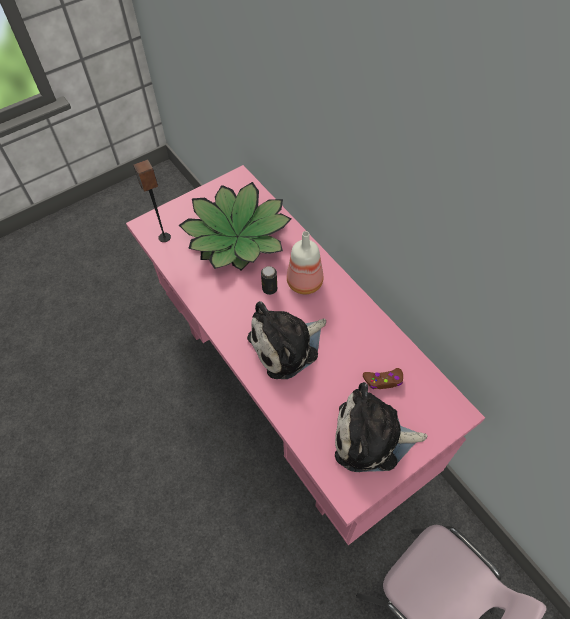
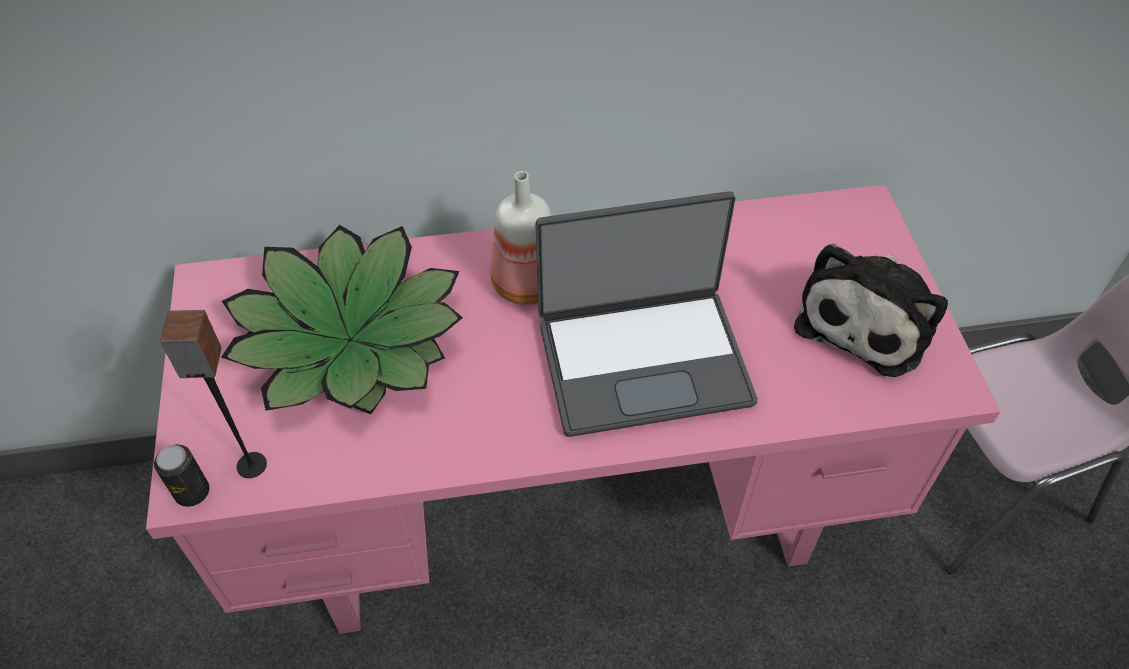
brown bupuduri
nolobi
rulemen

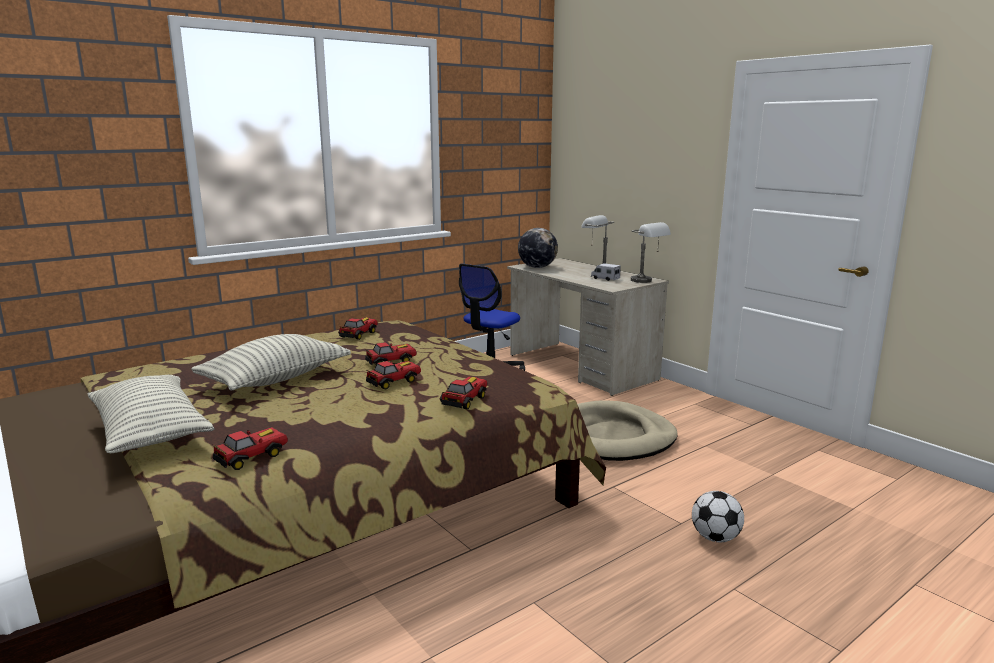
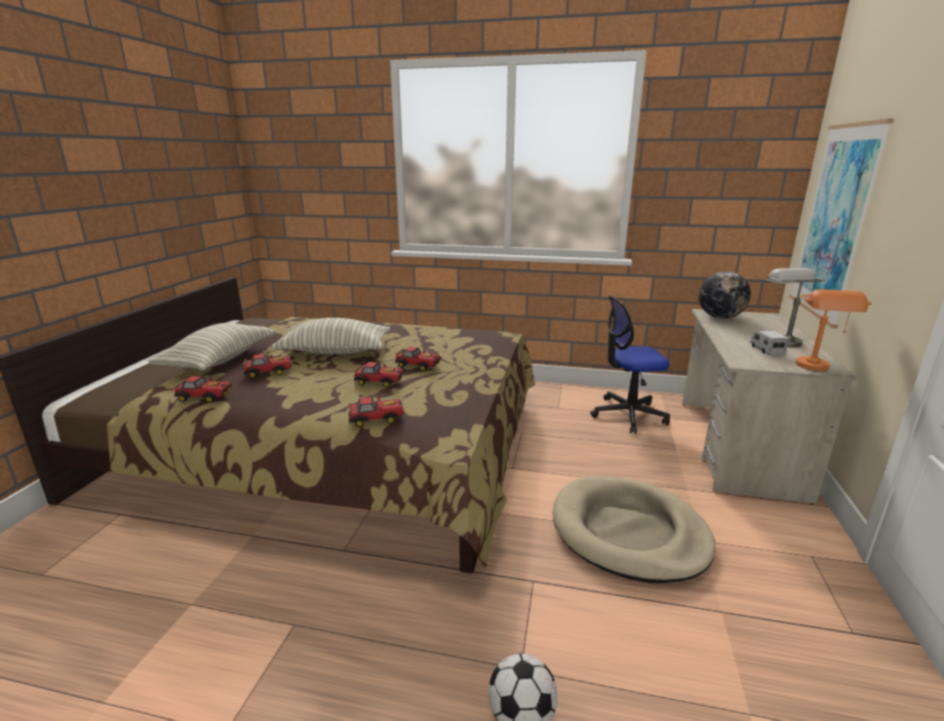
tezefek
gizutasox (no. 2 from left)
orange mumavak

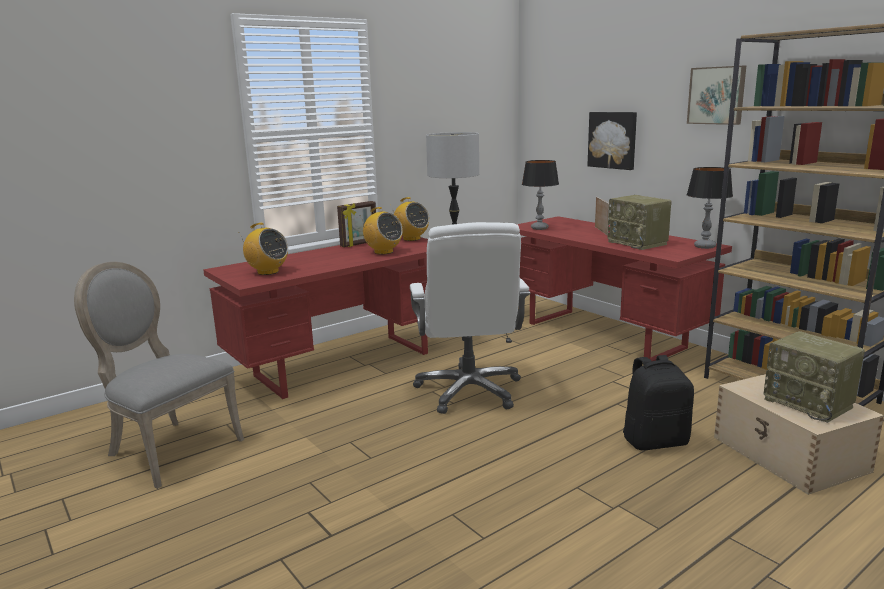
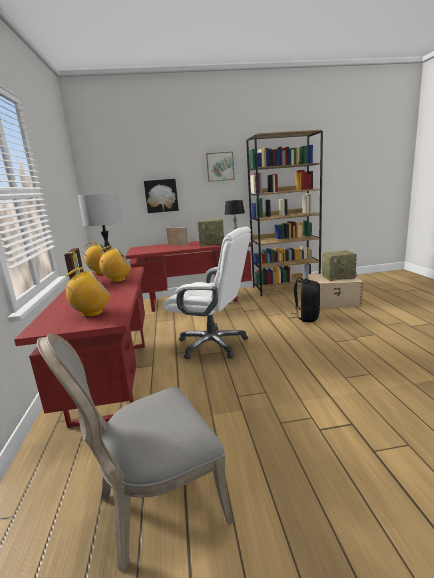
mumavak (no. 1 from left in the first image)

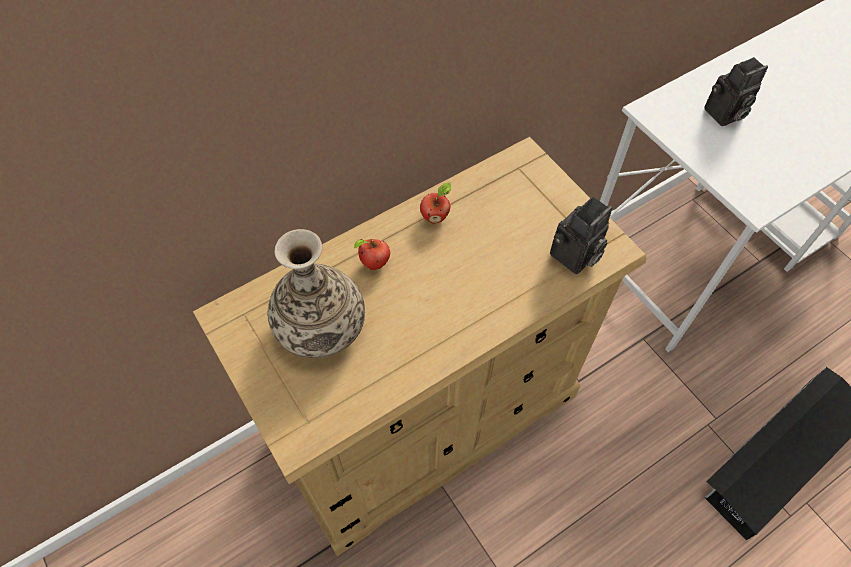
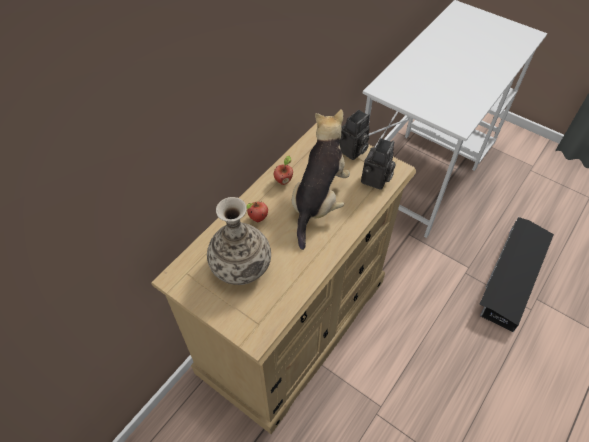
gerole
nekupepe (no. 1 from left)

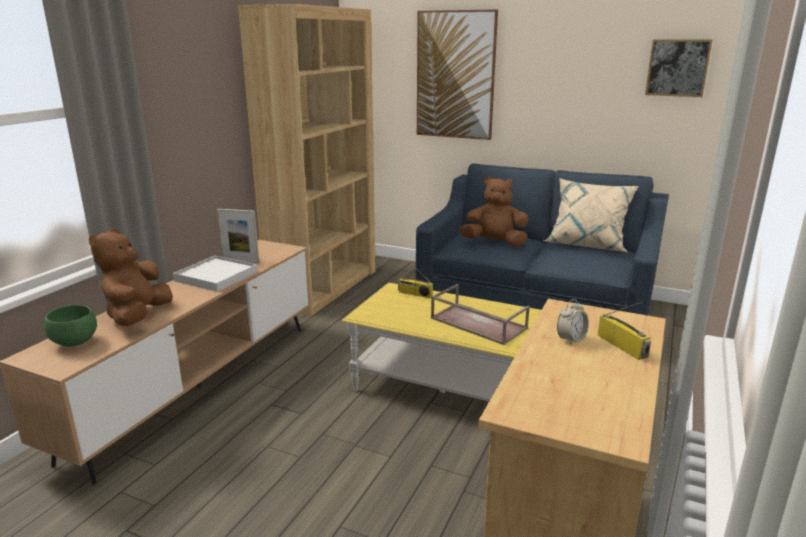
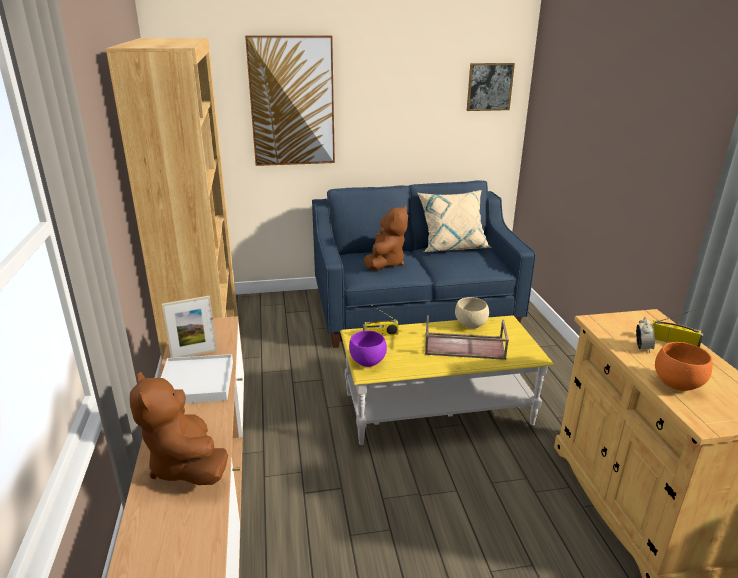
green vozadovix
purple vozadovix
beige vozadovix
orange vozadovix
brown gerole (no. 2 from left)

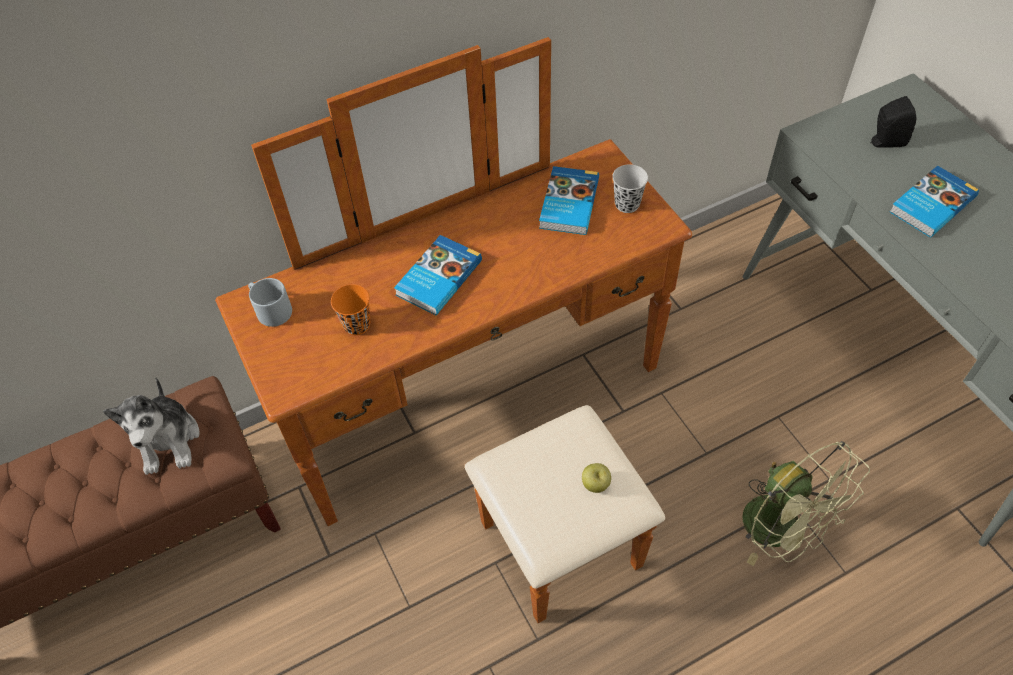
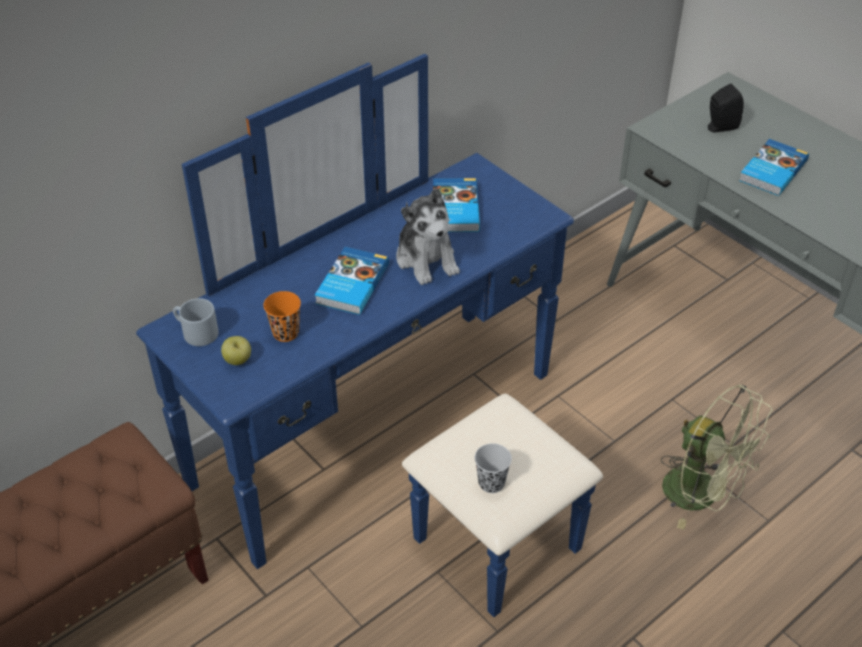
gerole
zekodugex
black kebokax
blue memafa

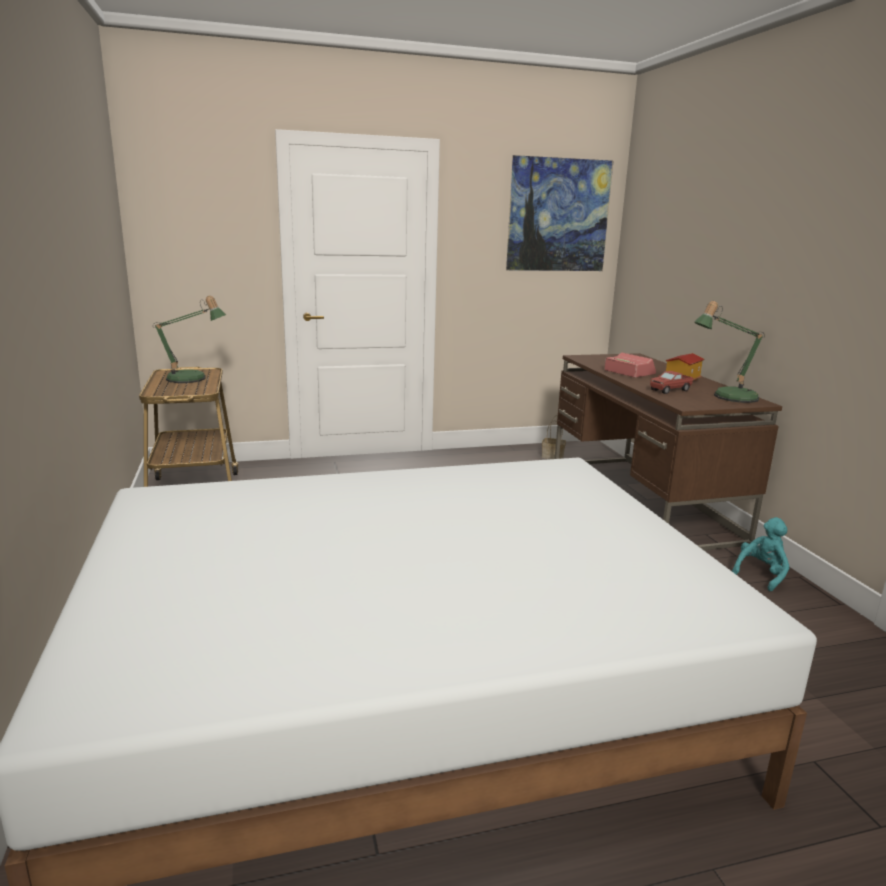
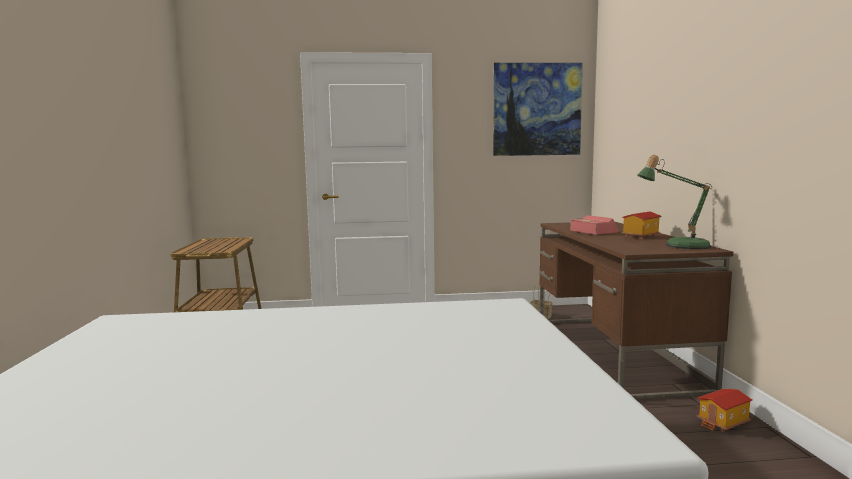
mumavak (no. 1 from left in the first image)
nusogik
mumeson (no. 2 from left)

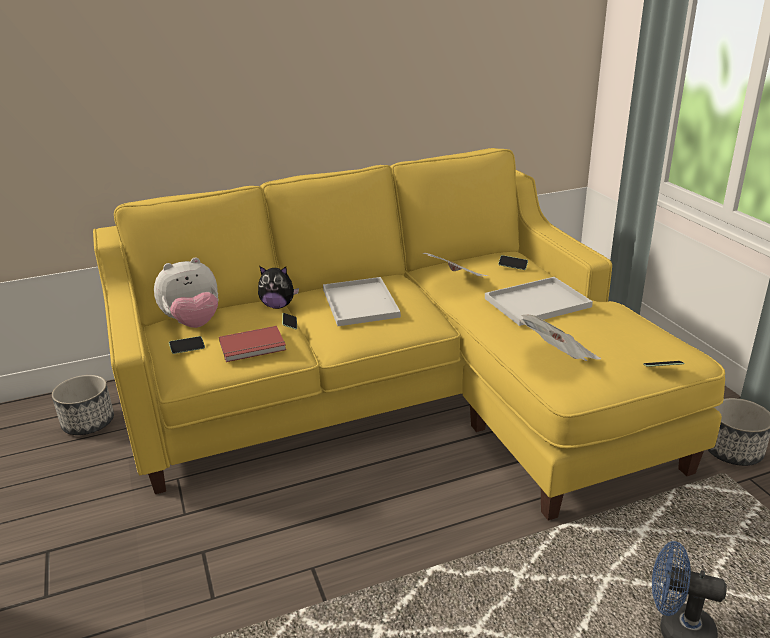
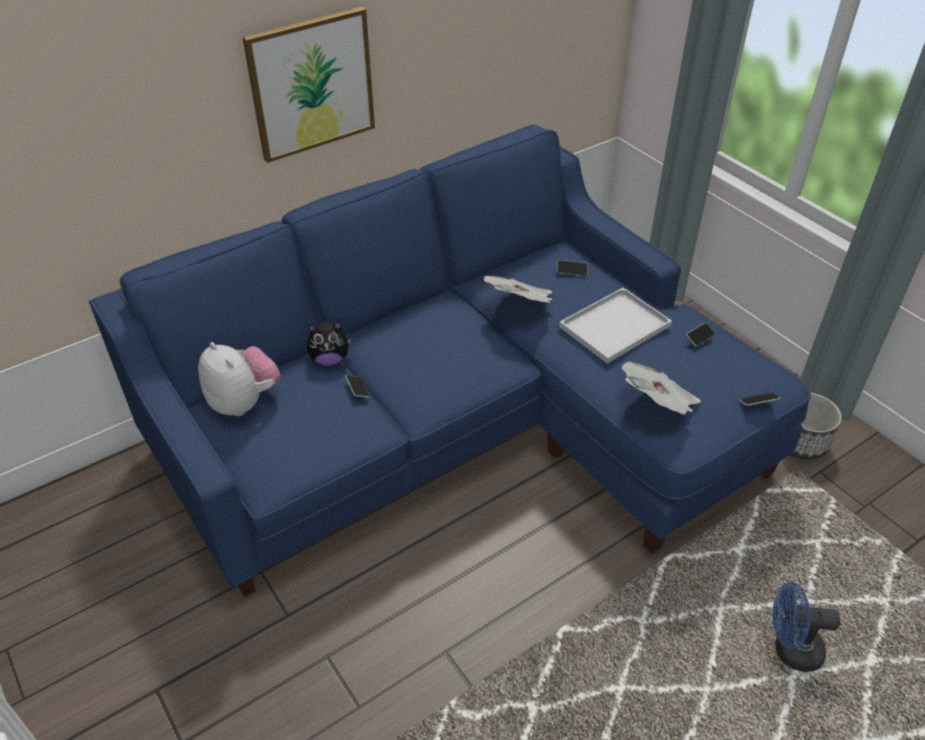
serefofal (no. 1 from left in the first image)
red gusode
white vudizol (no. 1 from left in the first image)
tezefek
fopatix (no. 3 from left)
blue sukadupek
gerole (no. 1 from left)

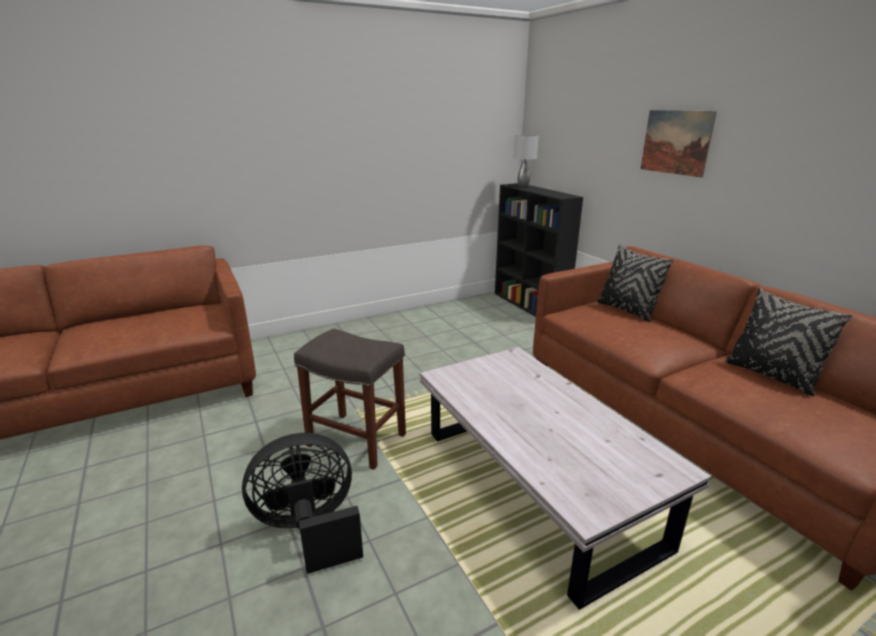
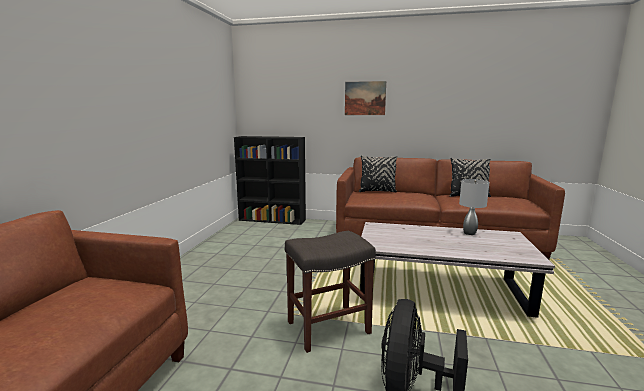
grey mumavak

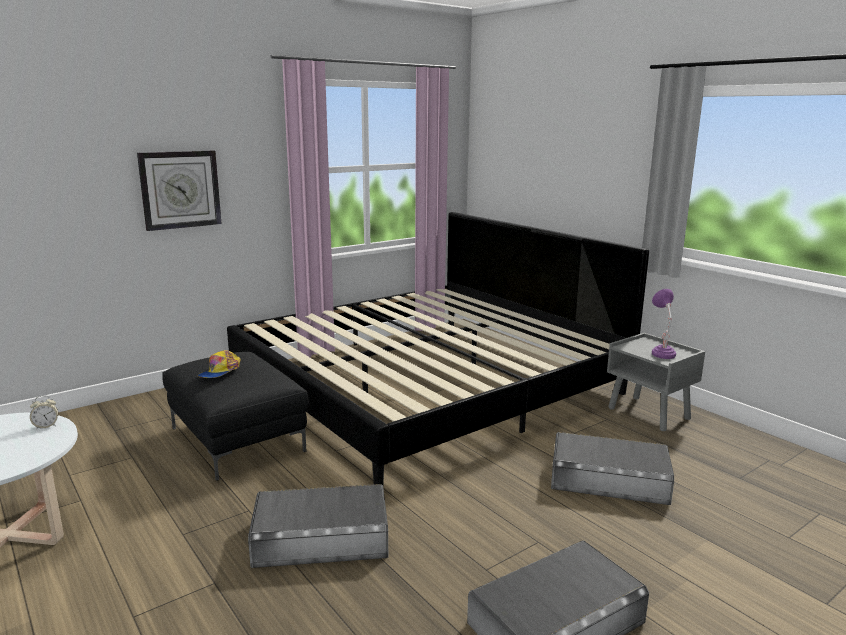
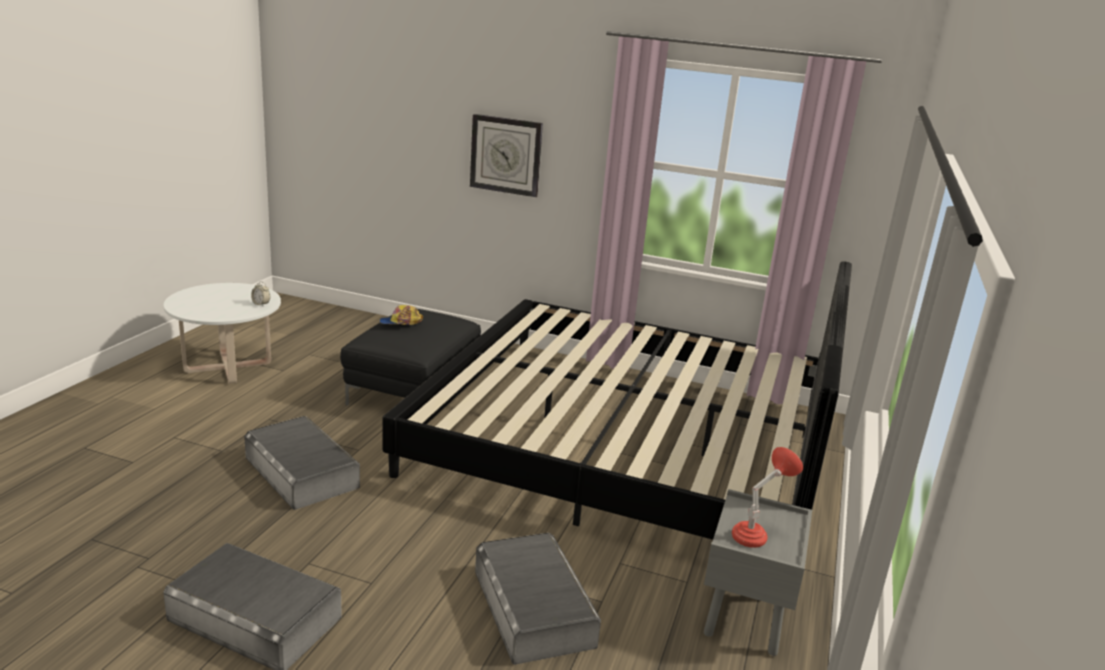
red mumavak

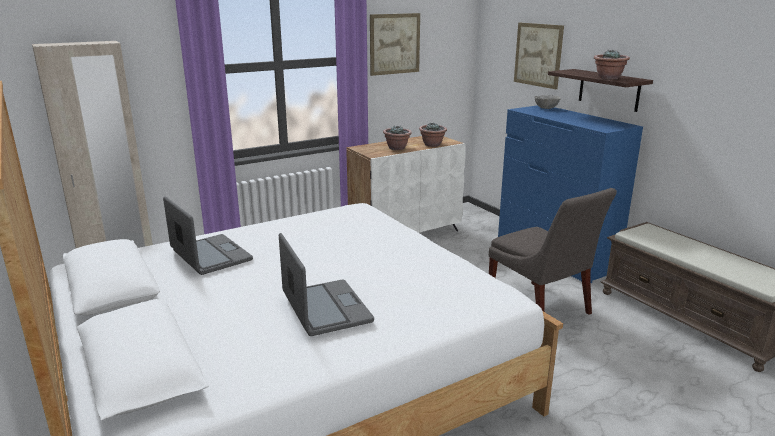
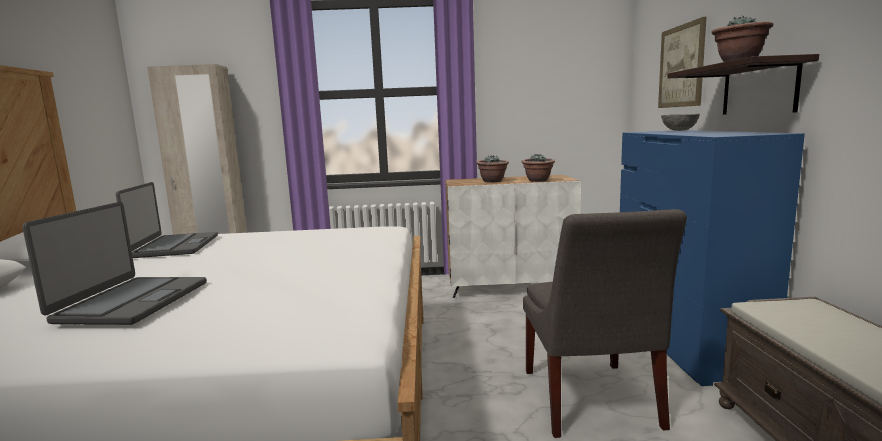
tezefek (no. 1 from left in the first image)

